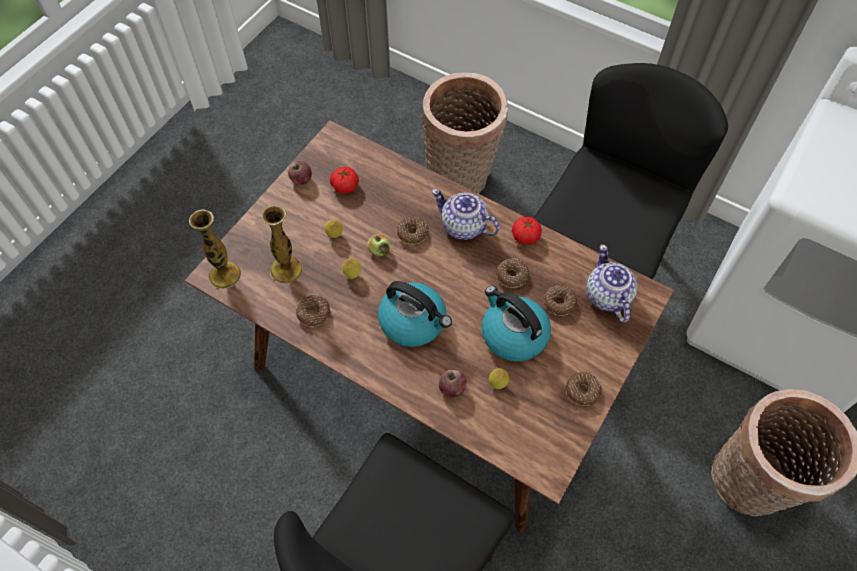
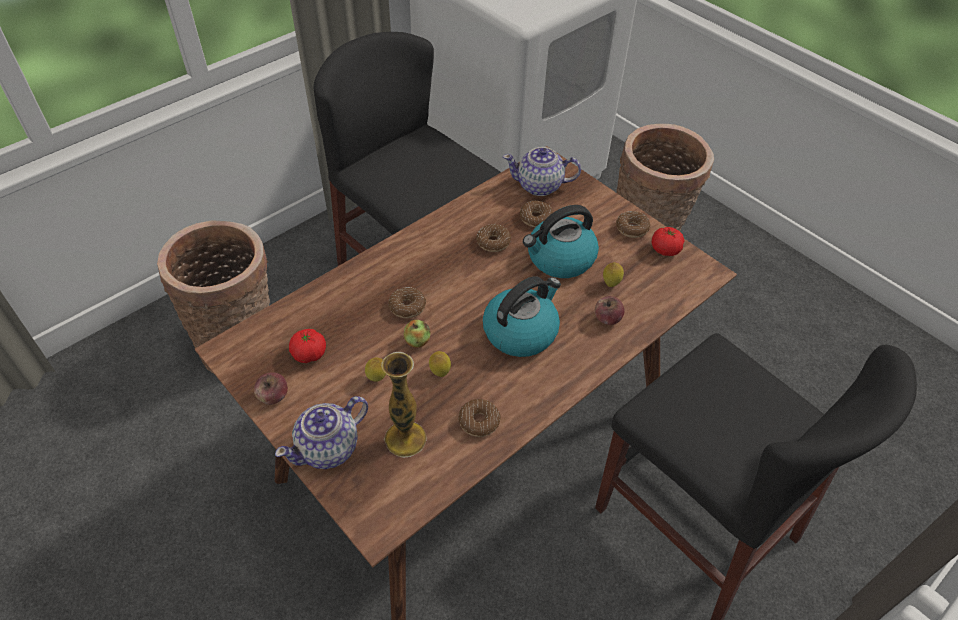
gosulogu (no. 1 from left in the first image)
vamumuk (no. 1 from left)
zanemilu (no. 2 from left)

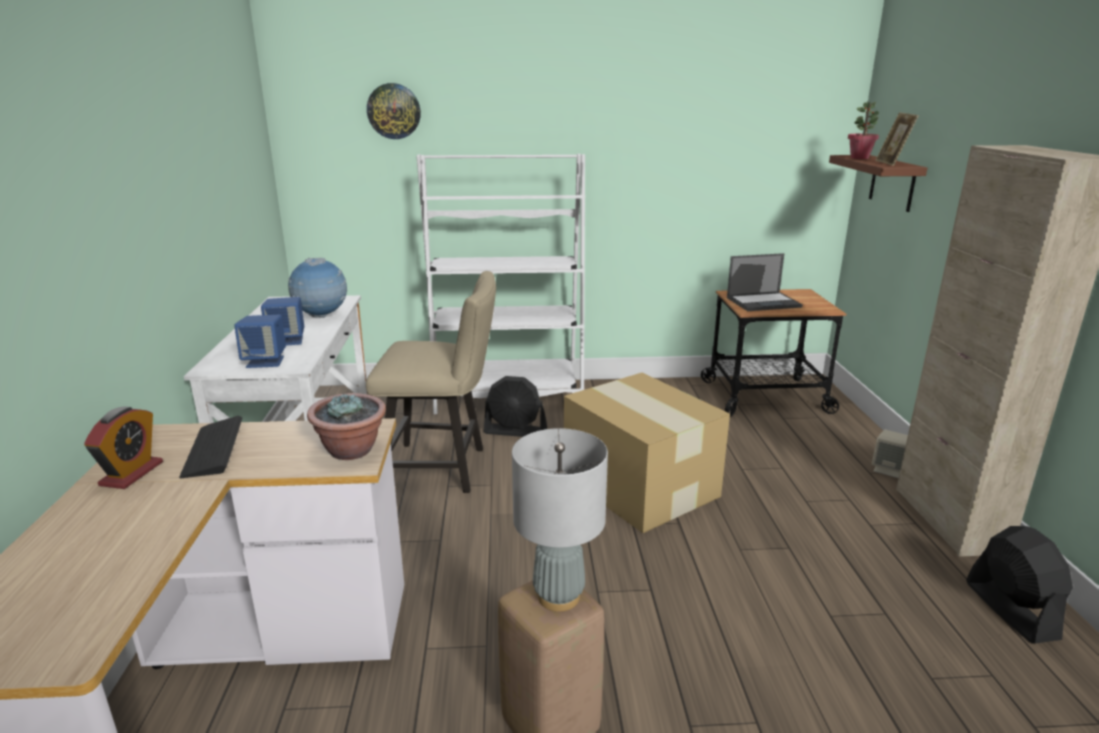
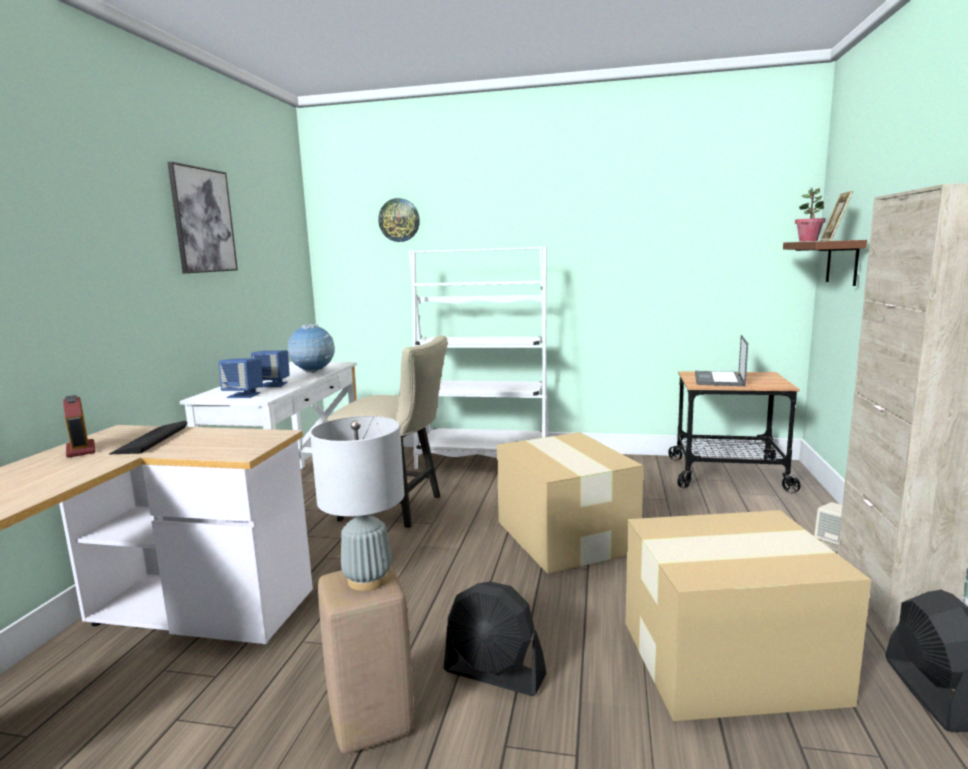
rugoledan (no. 1 from left in the first image)
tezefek
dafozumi (no. 2 from left)
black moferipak (no. 1 from left)
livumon
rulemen

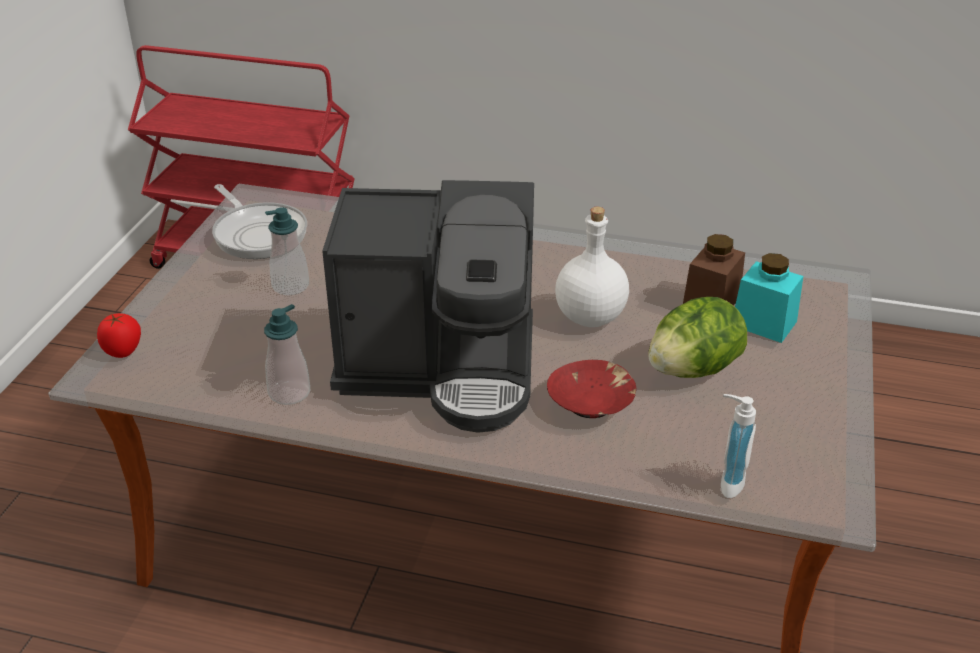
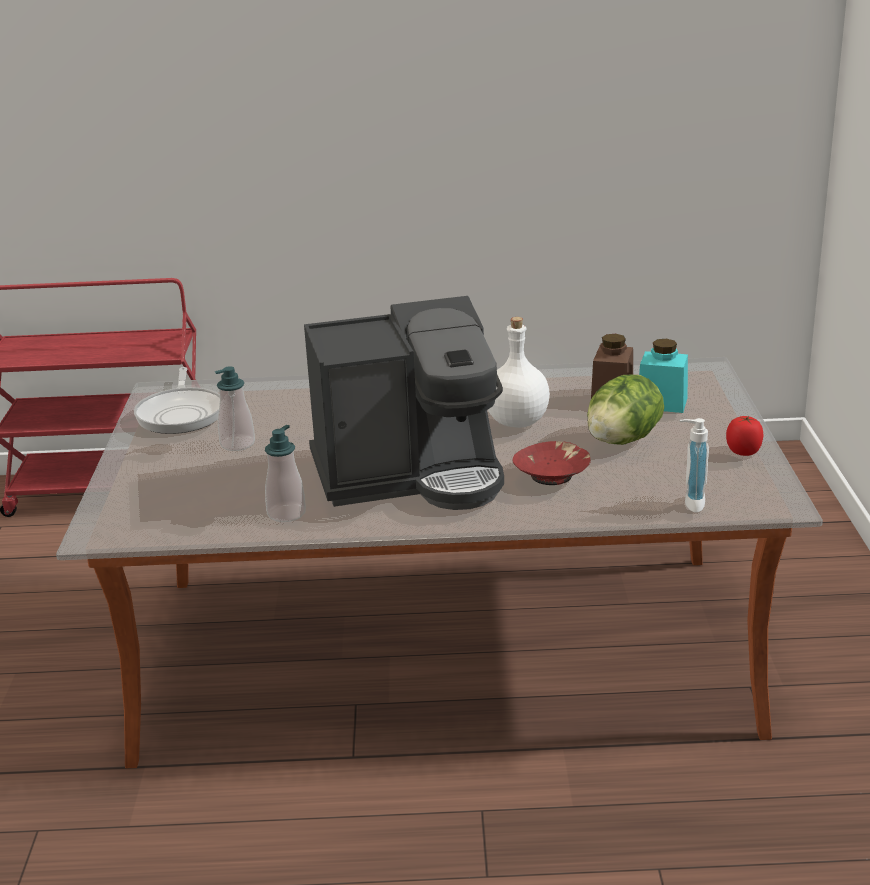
zanemilu
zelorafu

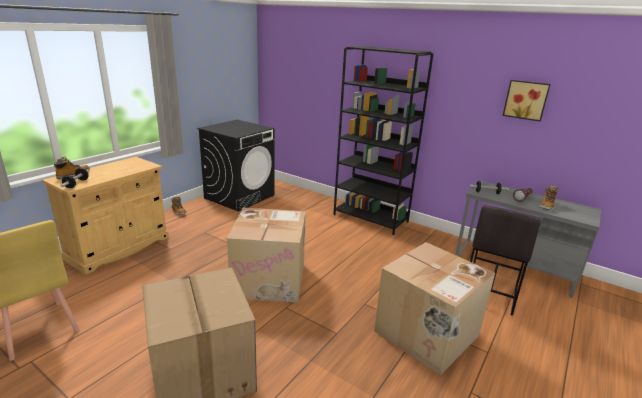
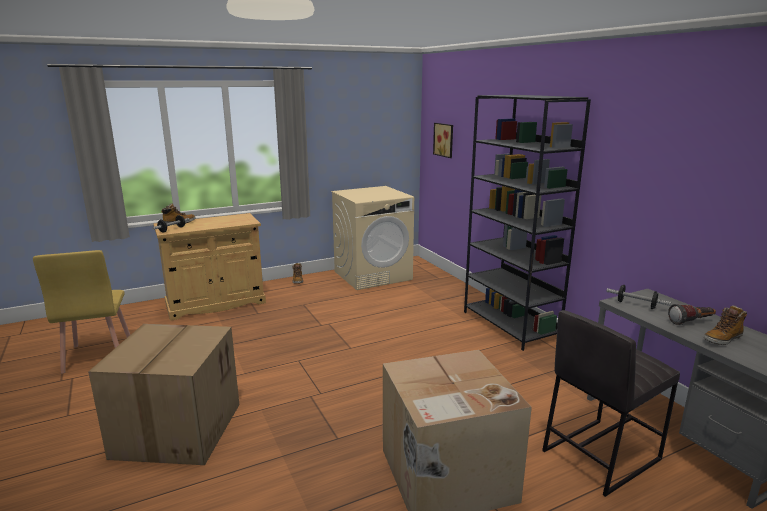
dafozumi (no. 2 from left in the first image)
tezefek
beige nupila

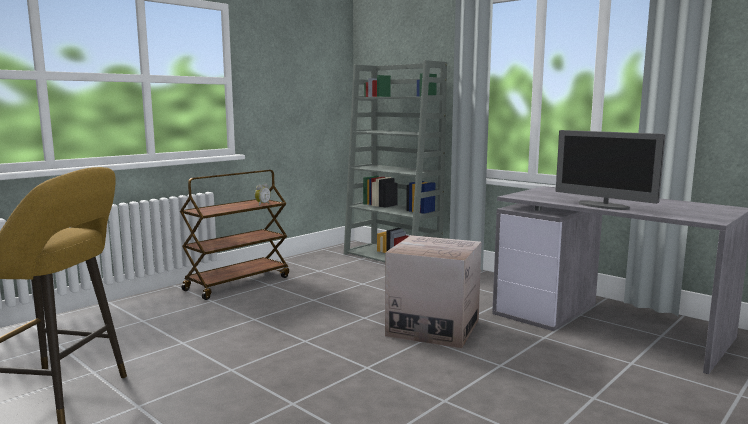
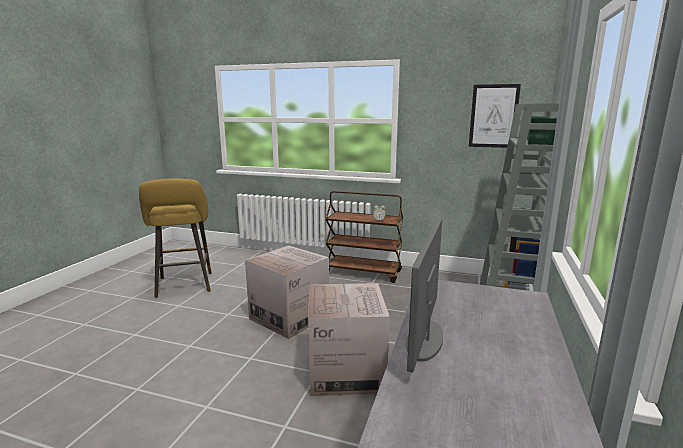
dafozumi (no. 1 from left)
tezefek

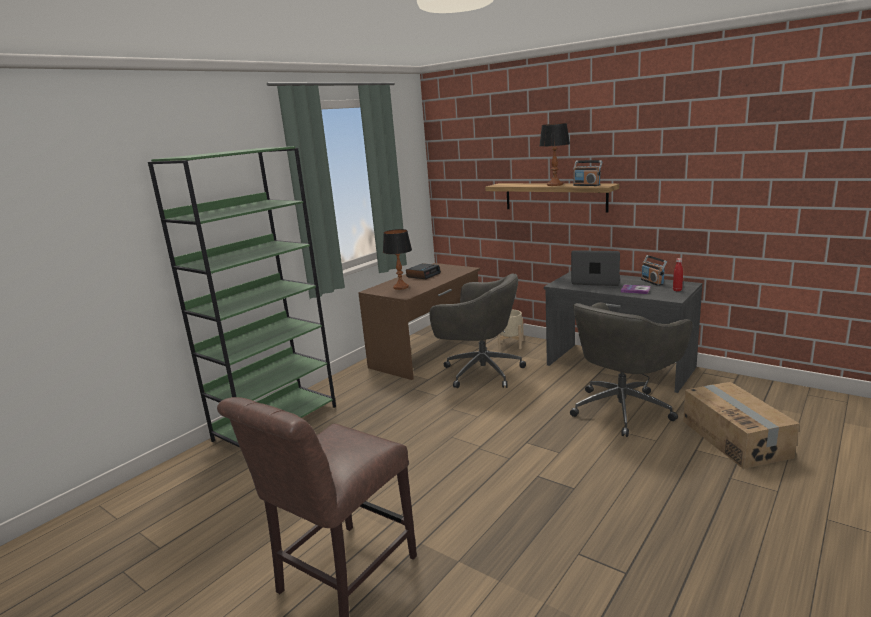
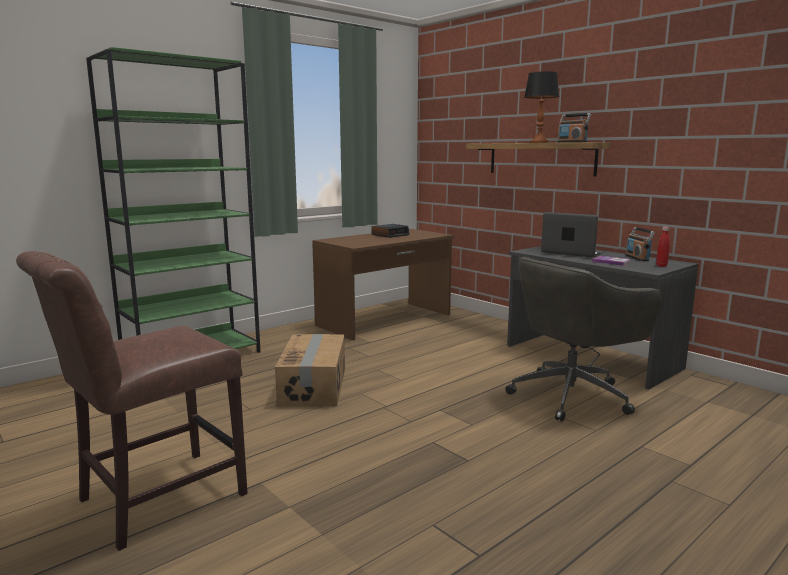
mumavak (no. 1 from left in the first image)
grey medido (no. 1 from left in the first image)
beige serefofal
dafozumi

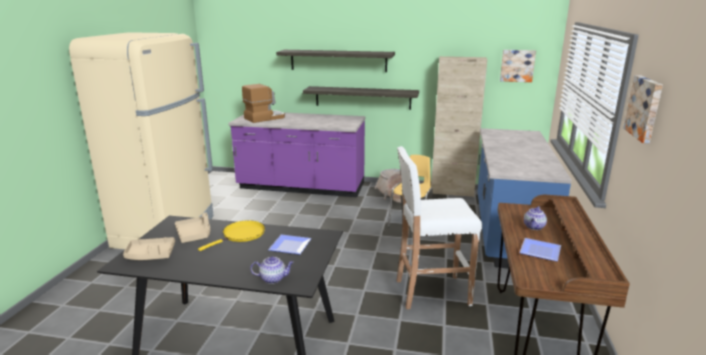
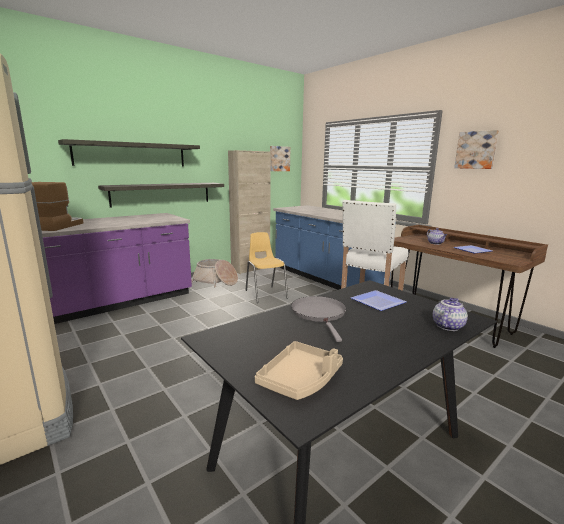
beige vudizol (no. 2 from left in the first image)
grey zelorafu

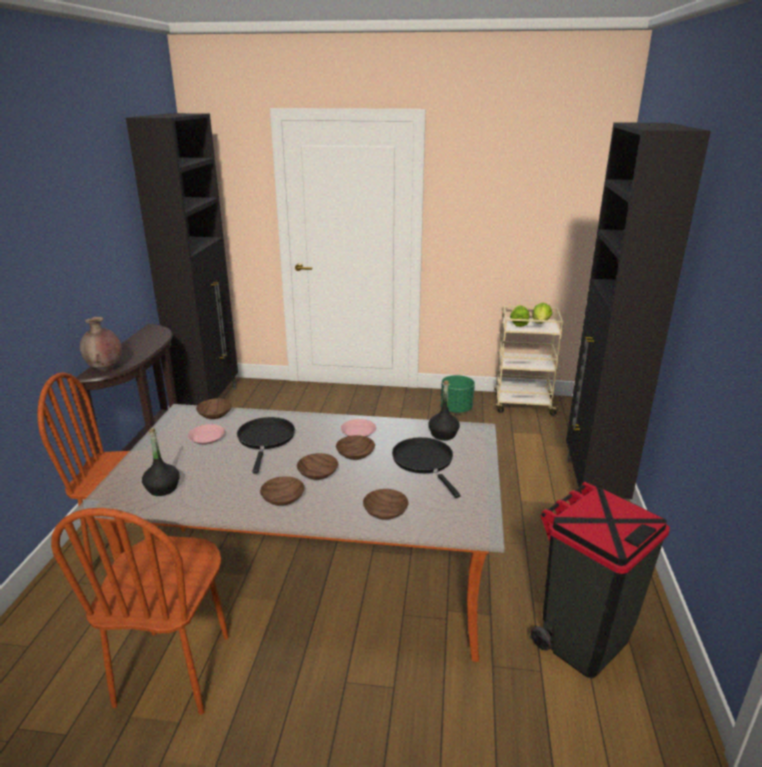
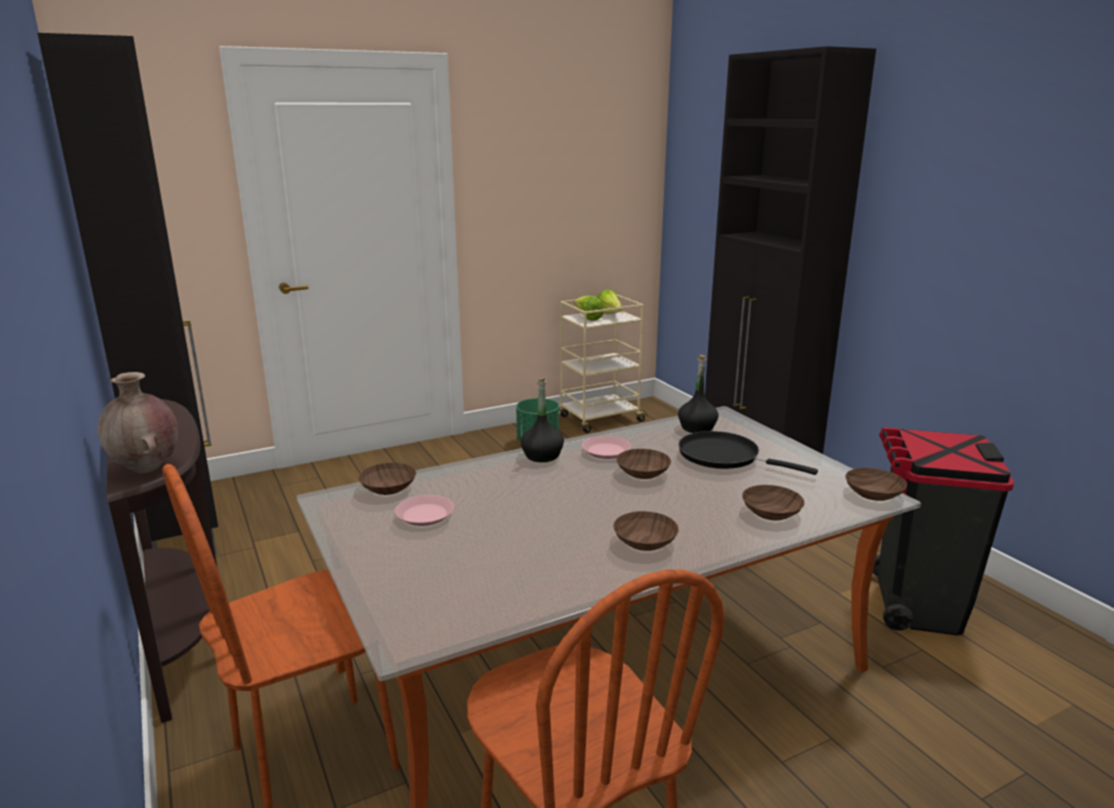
black zelorafu (no. 1 from left in the first image)
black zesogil (no. 1 from left)
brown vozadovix (no. 5 from left)

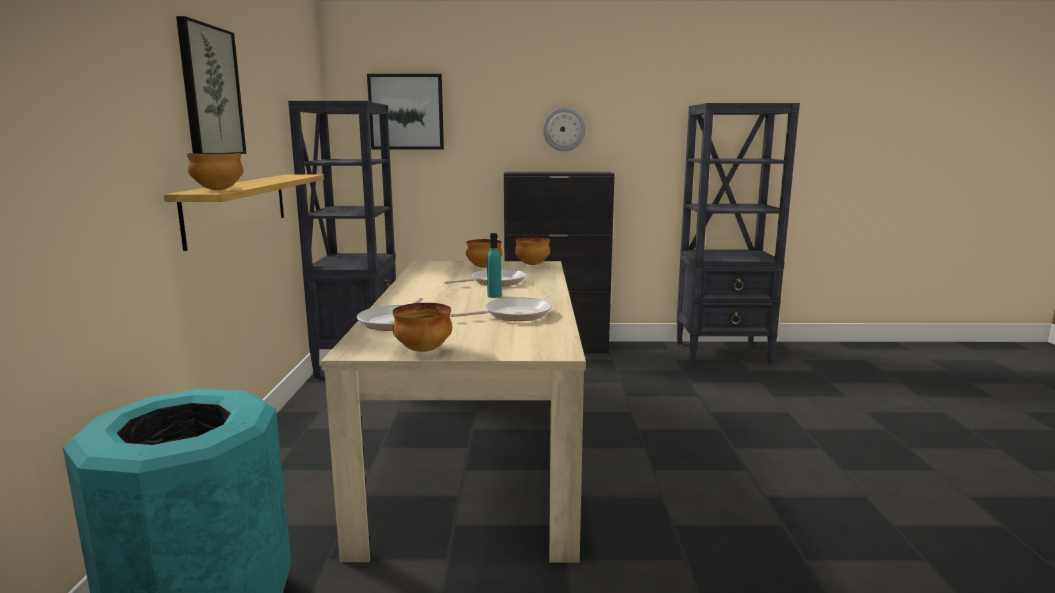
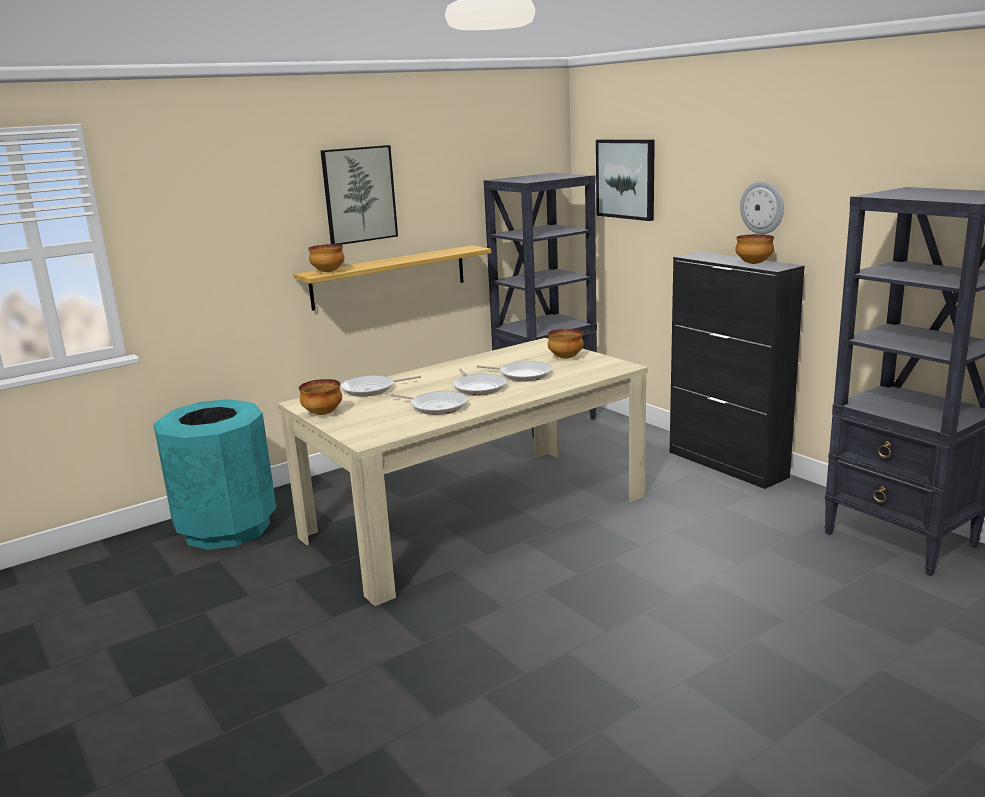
vozadovix (no. 4 from left)
zelorafu (no. 3 from left)

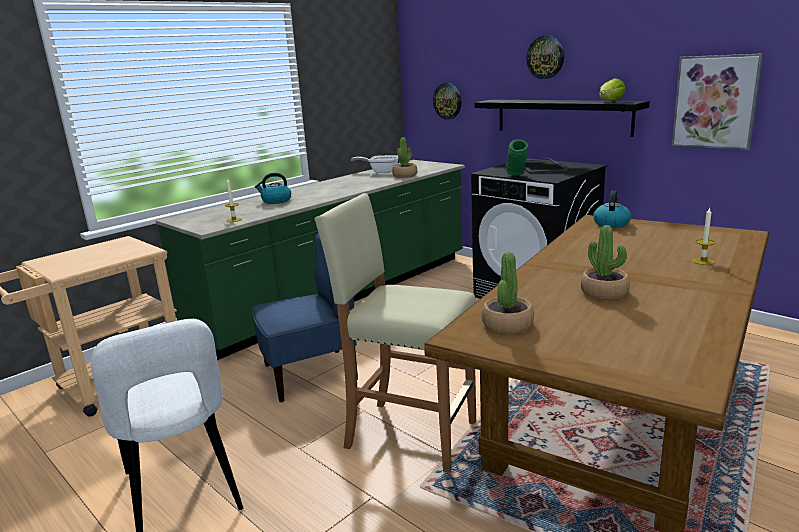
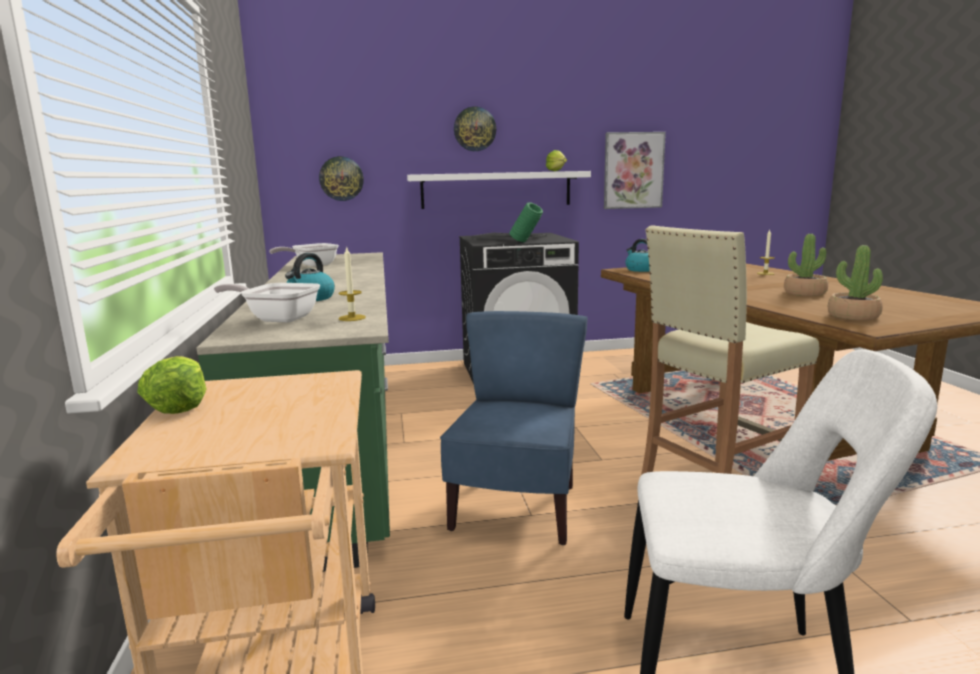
rugoledan (no. 1 from left in the first image)
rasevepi (no. 1 from left)
zelorafu (no. 1 from left)
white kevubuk

